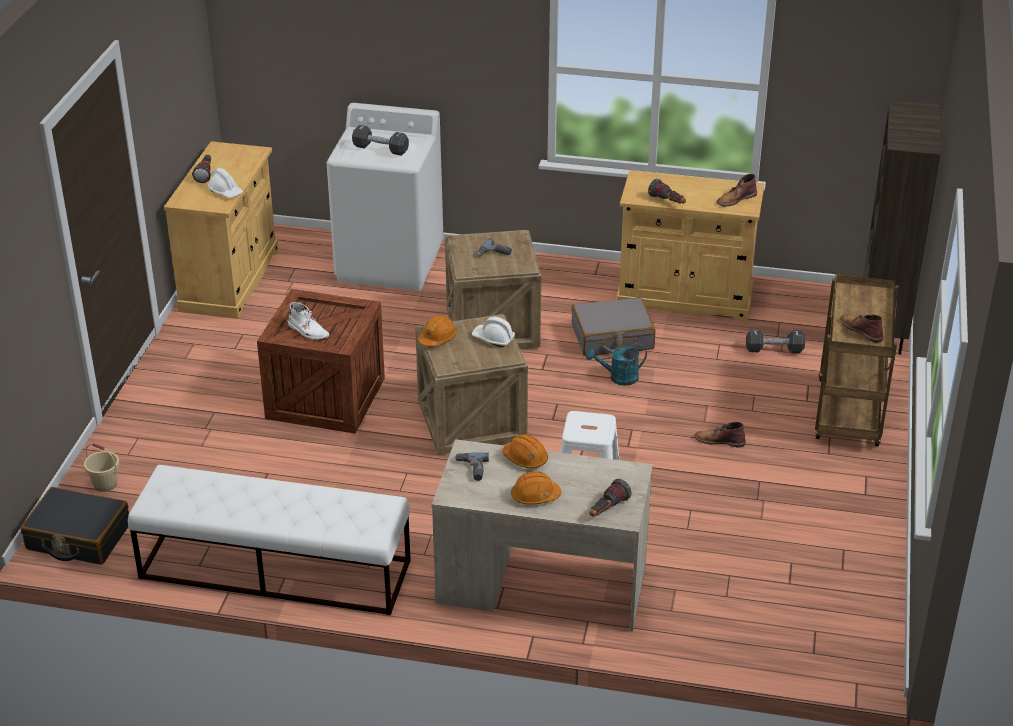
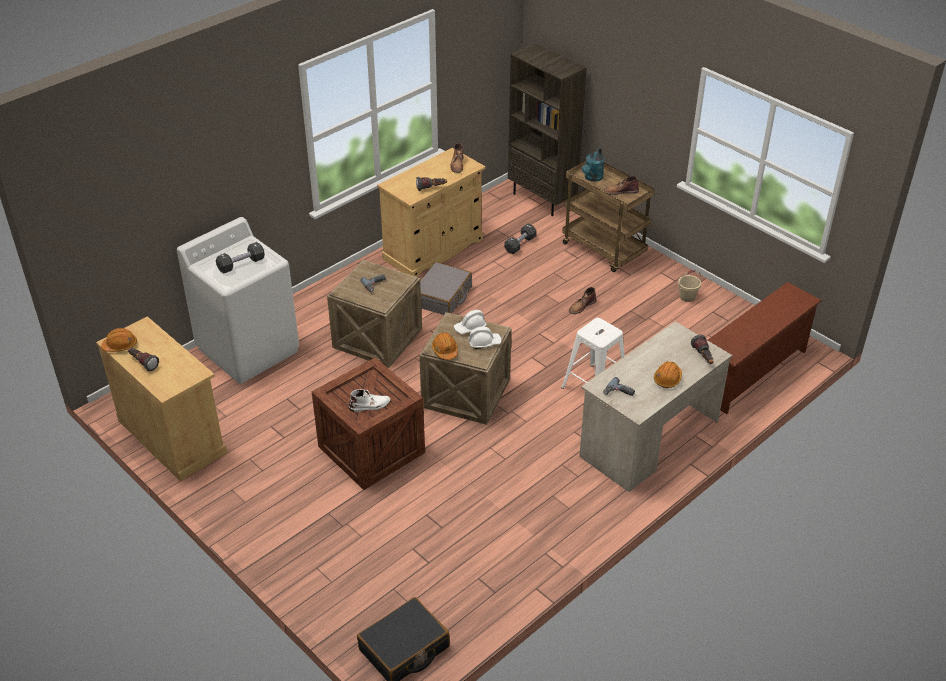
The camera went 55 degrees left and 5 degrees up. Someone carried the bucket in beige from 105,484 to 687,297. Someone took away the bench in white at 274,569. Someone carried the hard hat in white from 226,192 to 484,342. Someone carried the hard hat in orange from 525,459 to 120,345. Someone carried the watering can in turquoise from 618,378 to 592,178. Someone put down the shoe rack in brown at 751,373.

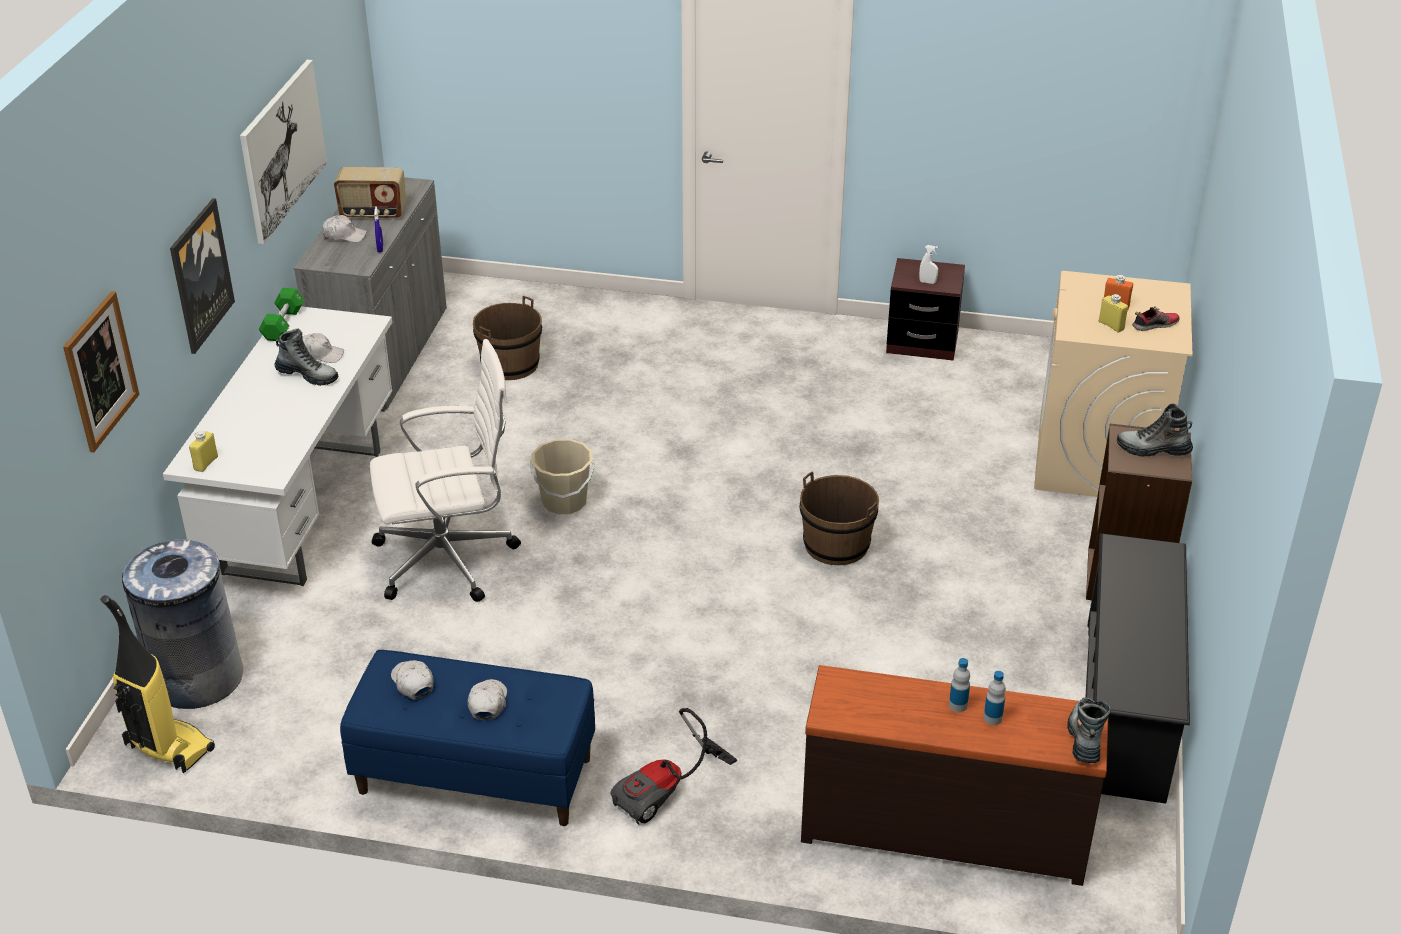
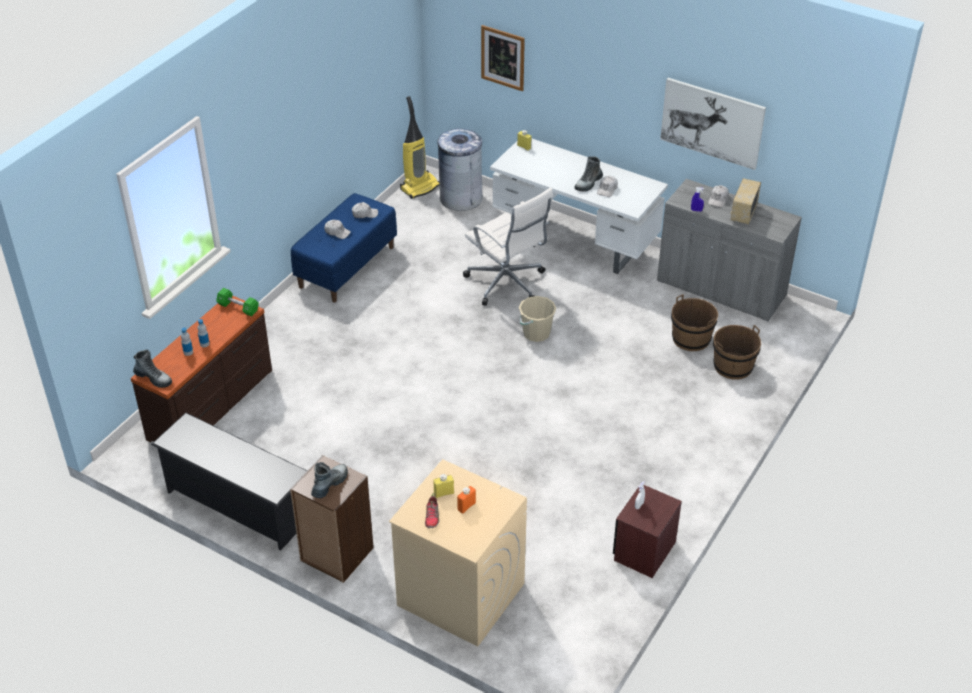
The camera went 110 degrees right and 5 degrees up. Someone took away the picture at 200,275. Someone carried the dumbbell in green from 283,324 to 238,308. Someone rotated the office chair in white at 449,559 by 45 degrees counterclockwise. Someone took away the vacuum cleaner at 668,792. Someone carried the bucket in brown from 836,545 to 733,366.

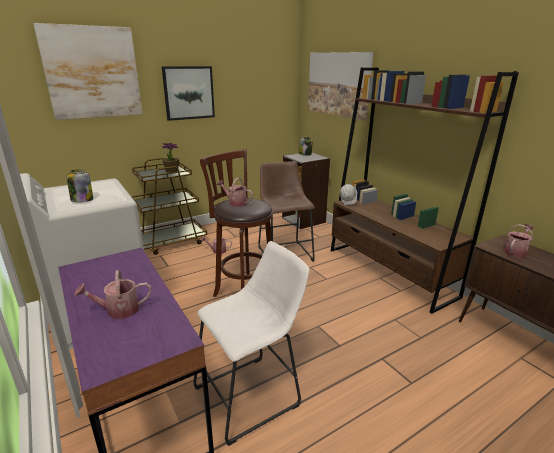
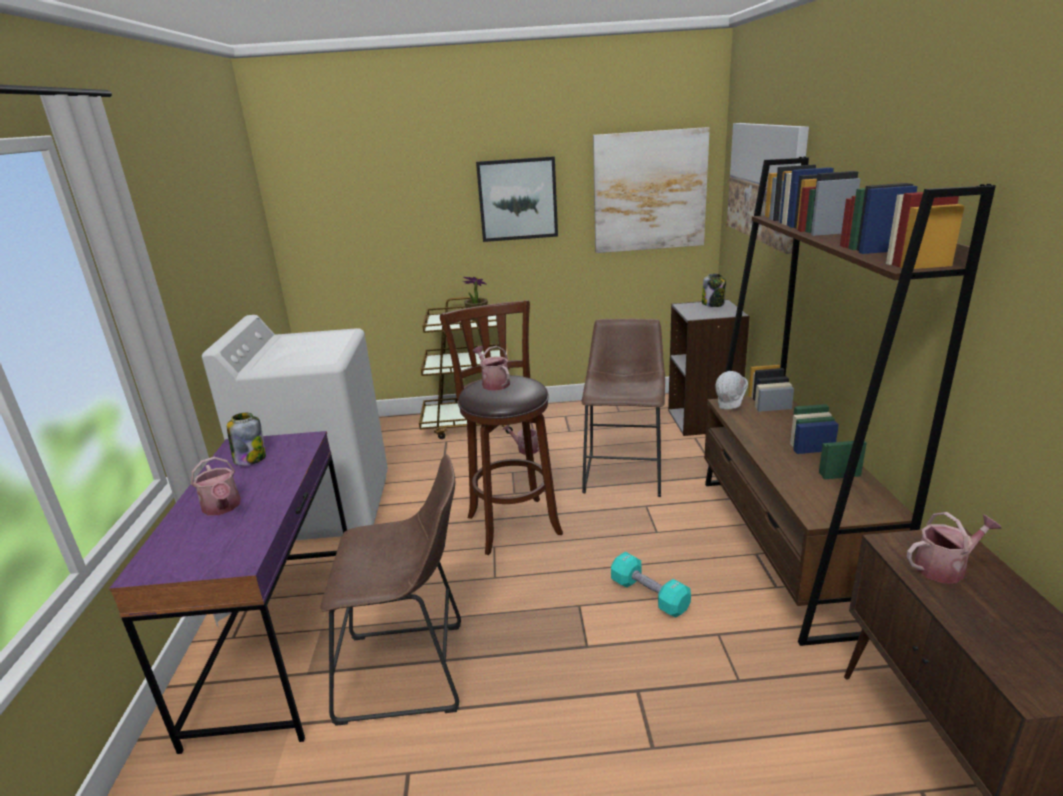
The camera went 30 degrees right and 0 degrees up. Someone carried the picture from 92,73 to 649,191. Someone carried the jar from 82,200 to 250,458. Someone rotated the watering can at 118,310 by 135 degrees counterclockwise. Someone repainted the stool in white at 252,394, which became the stool in brown at 411,672. Someone put down the dumbbell in turquoise at 649,595.

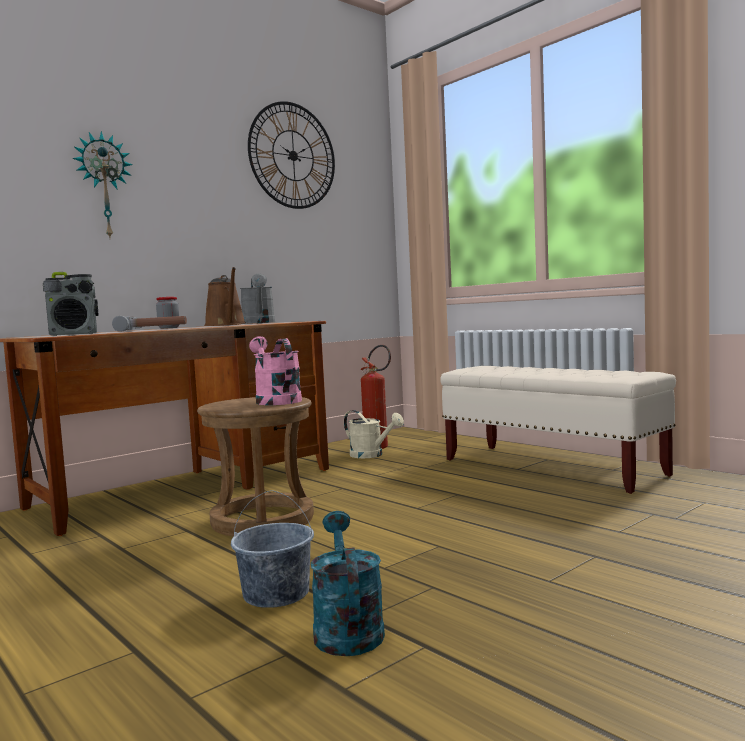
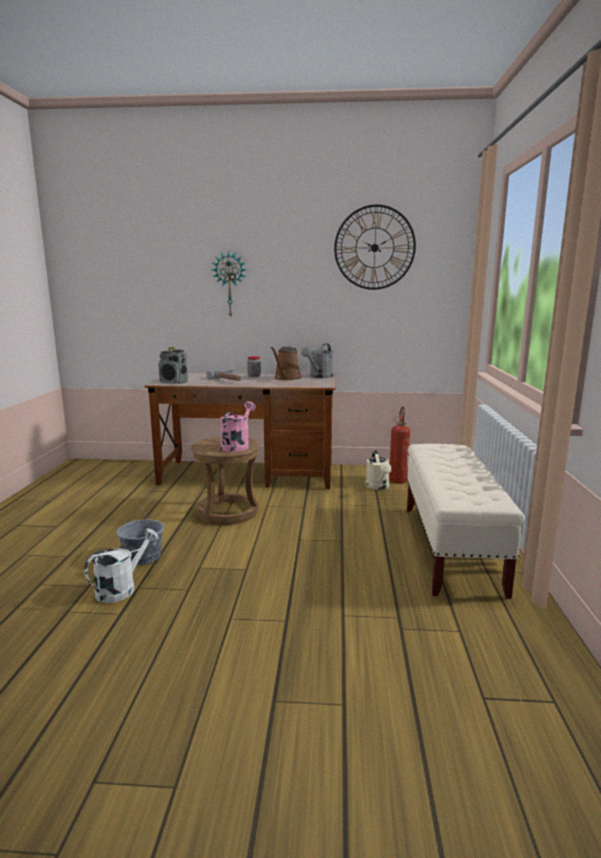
The camera went 45 degrees right and 10 degrees up. Someone repainted the watering can in turquoise at 346,629, which became the watering can in white at 121,588.

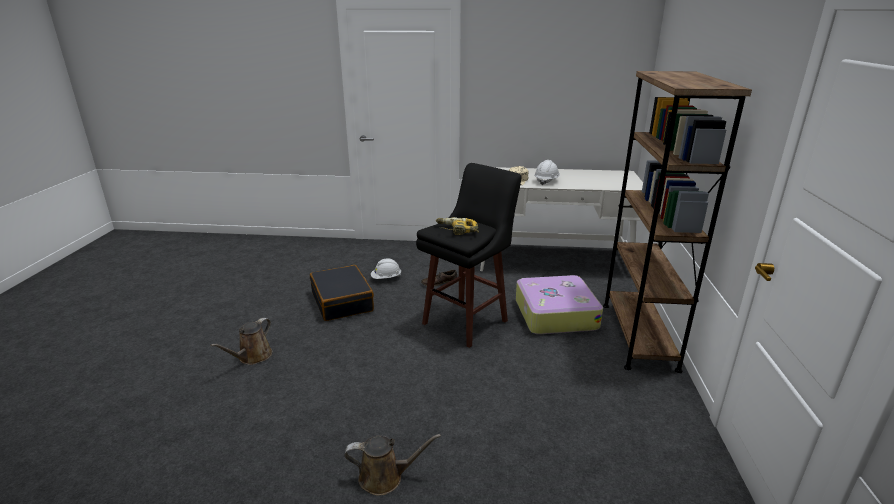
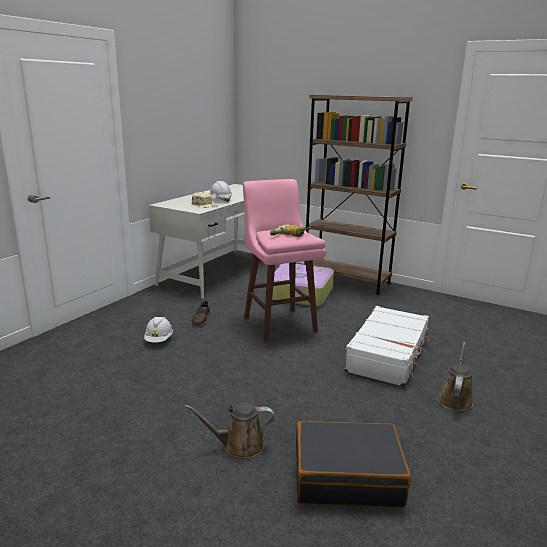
The camera went 65 degrees left and 5 degrees down. Someone rotated the watering can in brown at 253,357 by 120 degrees clockwise. Someone carried the suitcase in black from 342,301 to 347,476. Someone repainted the stool in black at 467,321, which became the stool in pink at 279,323. Someone put down the suitcase in white at 388,355.

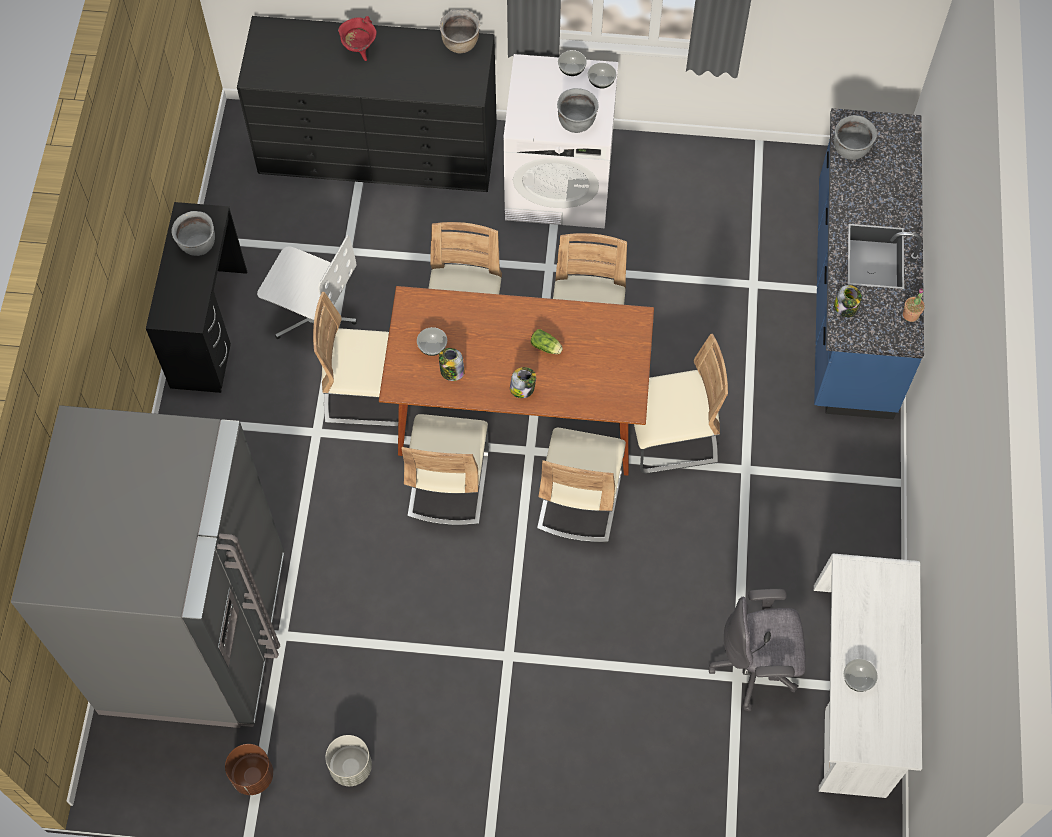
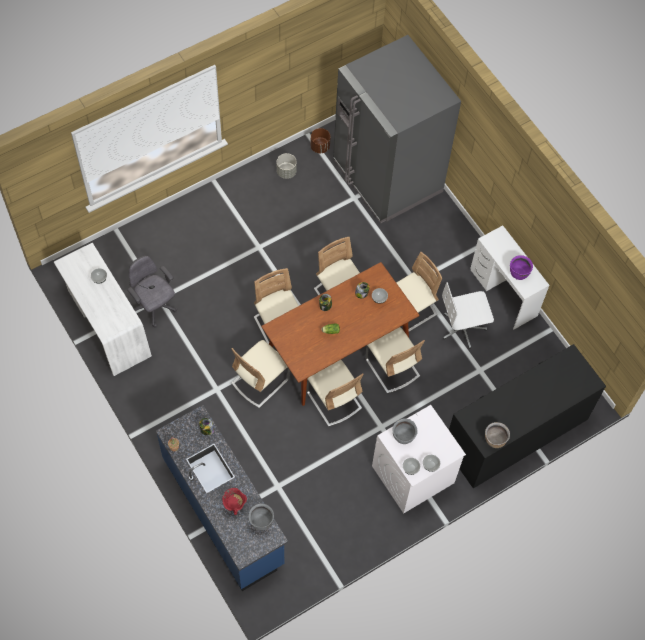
The camera went 140 degrees right and 0 degrees up. Someone repainted the desk in black at 208,328, which became the desk in white at 503,293. Someone repainted the cooking pot in grey at 198,245, which became the cooking pot in purple at 518,273. Someone carried the cooking pot in red from 359,50 to 234,505. Someone rotated the office chair in grey at 755,667 by 90 degrees counterclockwise.

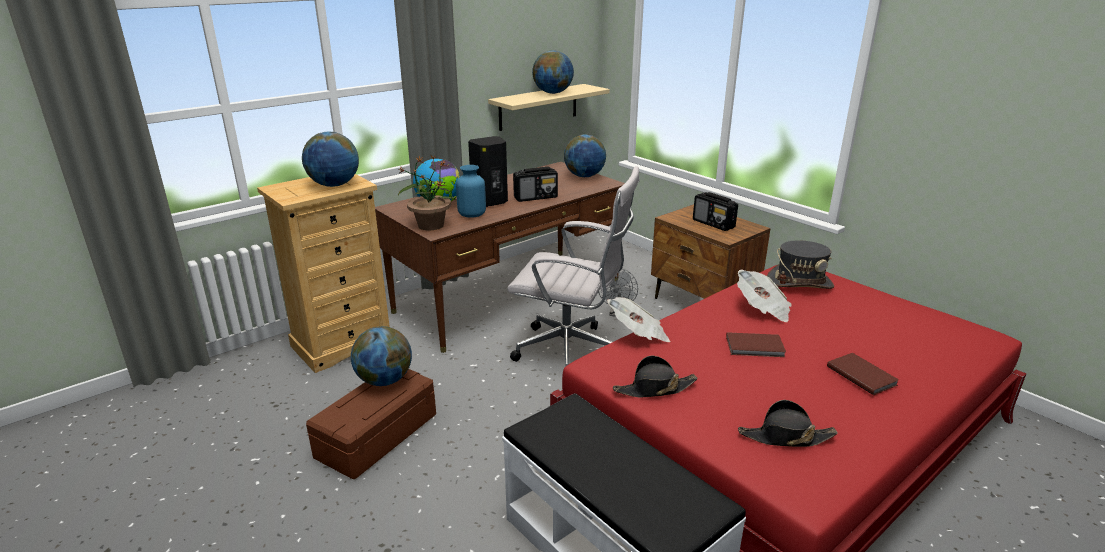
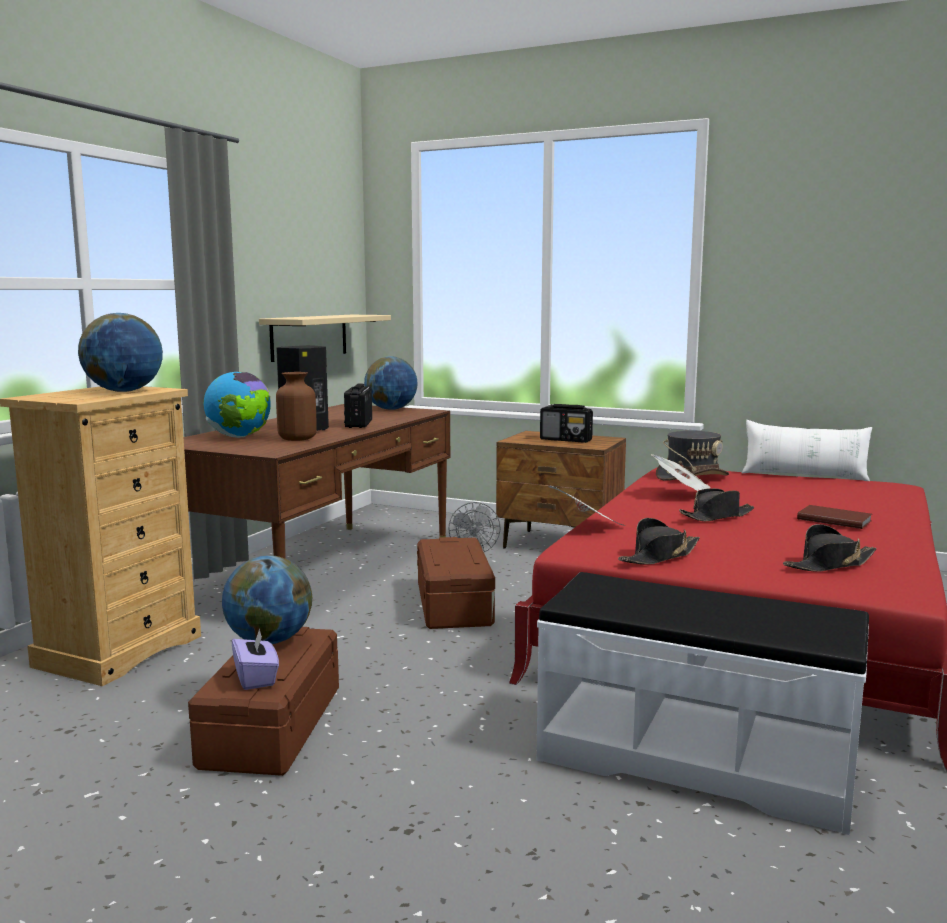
The camera went 25 degrees left and 15 degrees down. Someone took away the potted plant at 430,225. Someone repainted the vase in blue at 472,214, which became the vase in brown at 297,439. Someone swapped the office chair in white at 572,352 for the storage box in brown at 455,604. Someone rotated the radio at 536,197 by 135 degrees clockwise. Someone took away the globe at 553,93. Someone swapped the book in brown at 755,347 for the hat in black at 717,516. Someone put down the tissue box in purple at 256,678. Someone put down the pillow in white at 804,476.

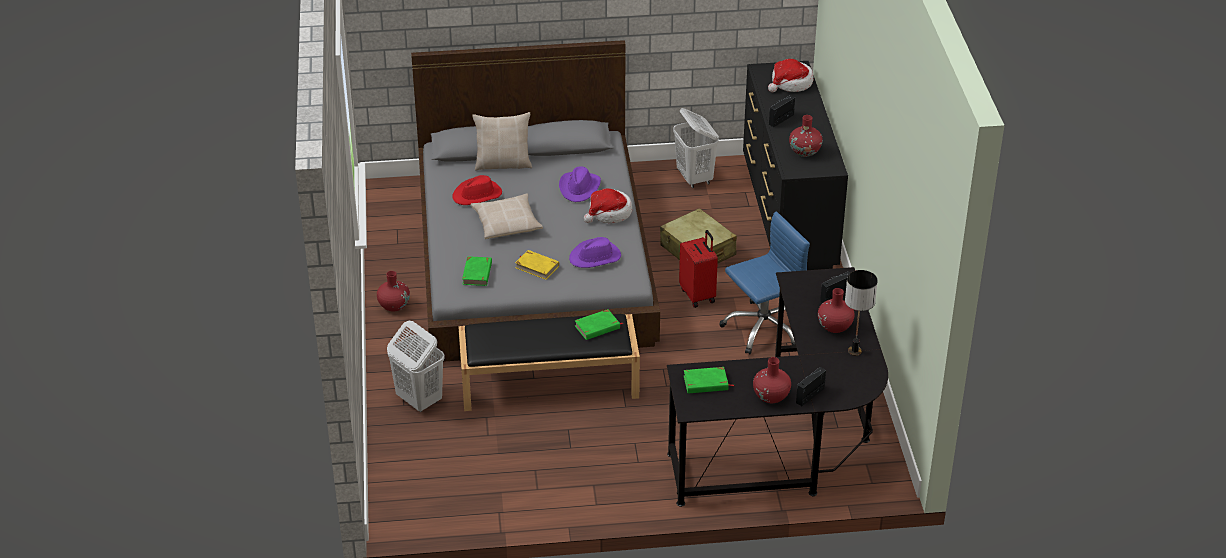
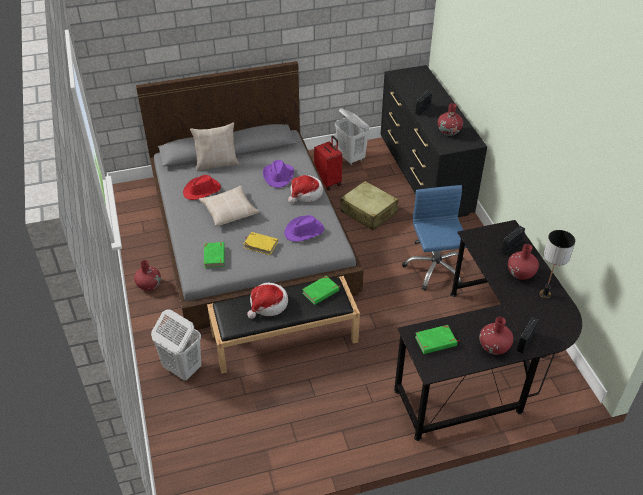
The camera went 10 degrees left and 5 degrees up. Someone carried the suitcase in red from 698,295 to 328,181. Someone rotated the office chair in blue at 763,328 by 60 degrees counterclockwise. Someone carried the hat from 791,83 to 268,304.

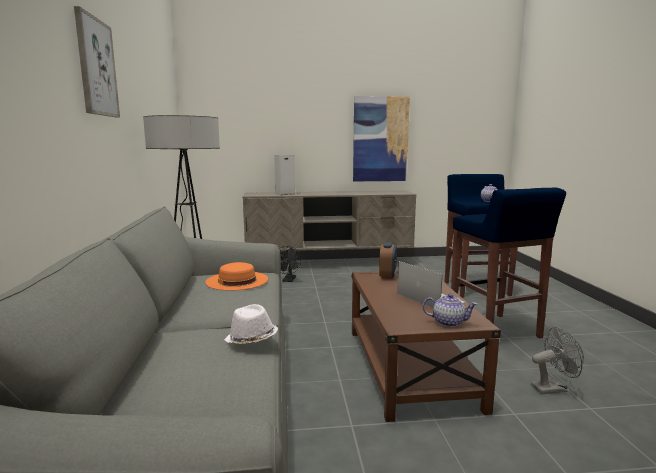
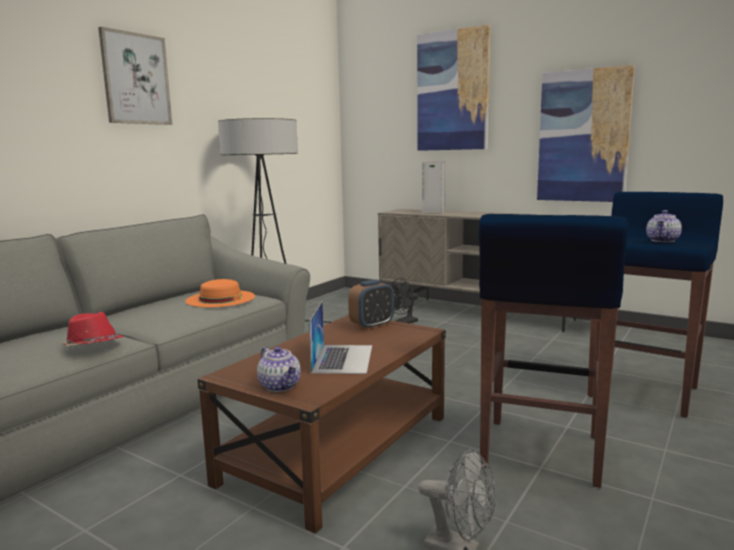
The camera went 40 degrees right and 0 degrees up. Someone repainted the hat in white at 251,339, which became the hat in red at 93,346. Someone put up the picture at 453,91.

